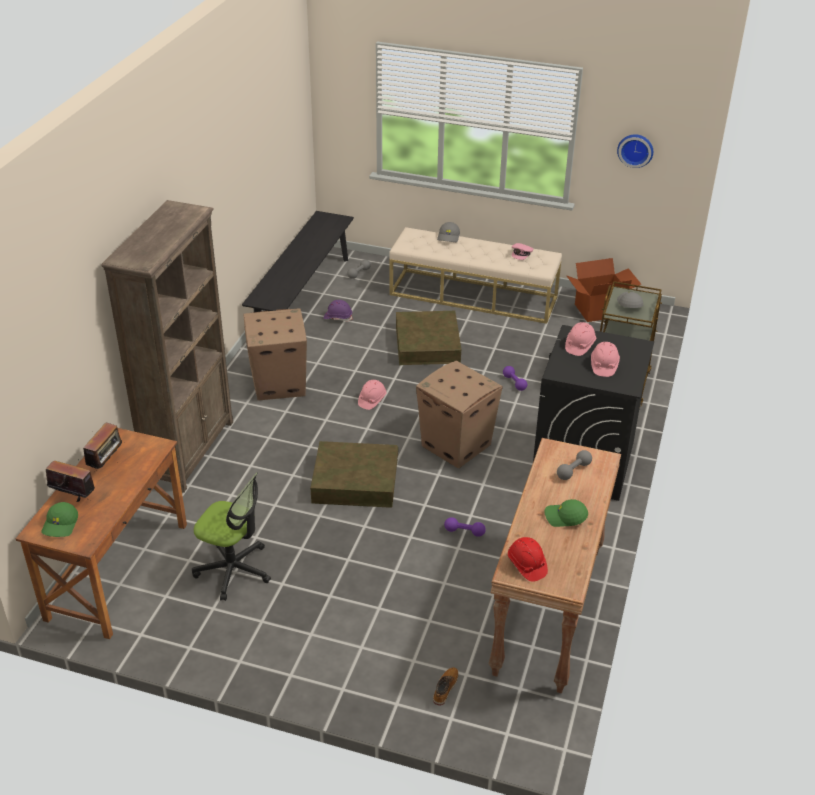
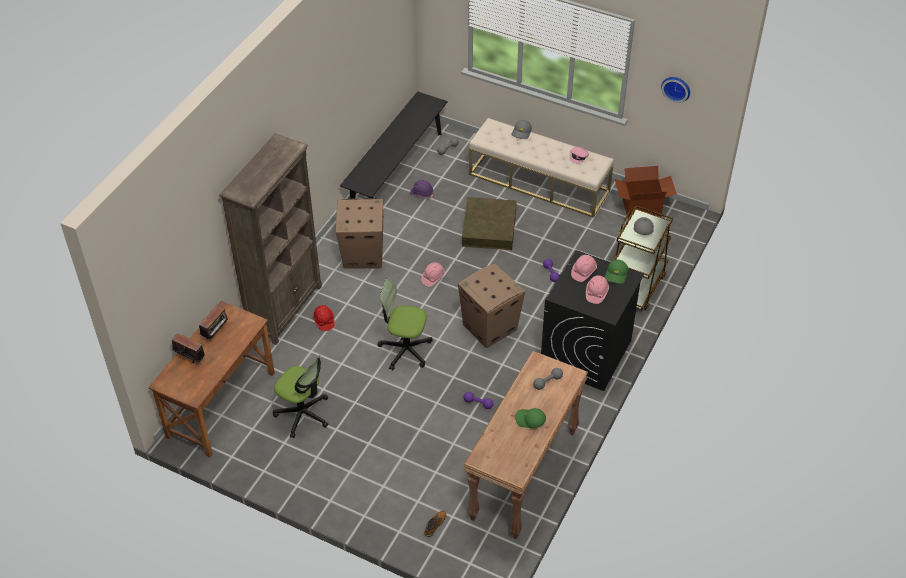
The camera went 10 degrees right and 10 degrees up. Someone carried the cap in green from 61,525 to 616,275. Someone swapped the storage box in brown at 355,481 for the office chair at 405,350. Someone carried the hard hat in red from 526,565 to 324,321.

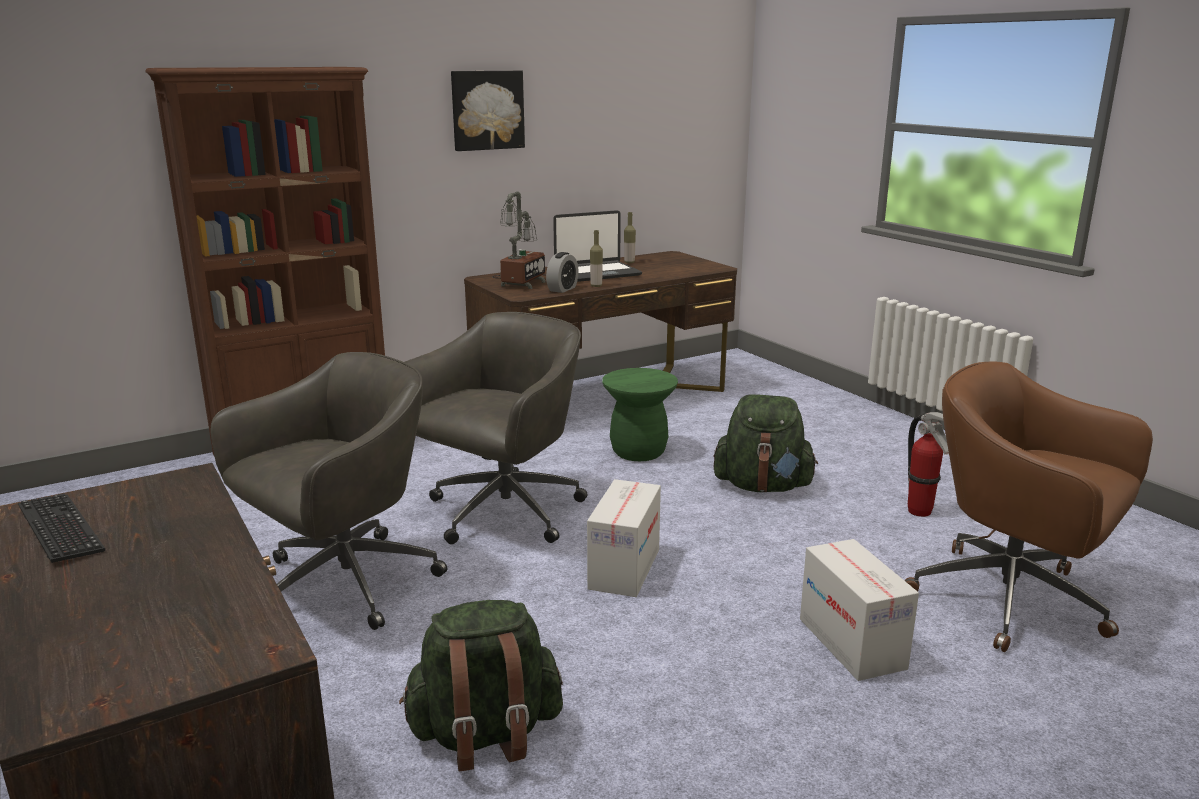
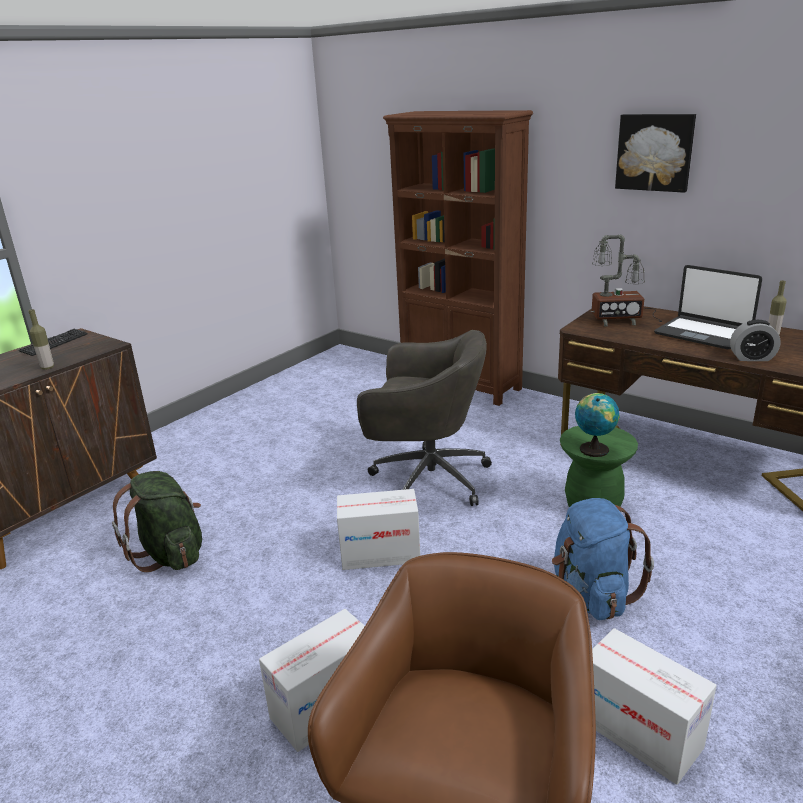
The camera went 70 degrees right and 5 degrees up. Someone took away the office chair in grey at 342,585. Someone carried the alarm clock from 562,289 to 752,358. Someone carried the bottle from 596,286 to 47,367. Someone repainted the backpack in green at 762,486, which became the backpack in blue at 592,595. Someone swapped the fire extinguisher at 920,512 for the cardboard box at 640,733. Someone put down the globe at 594,448.

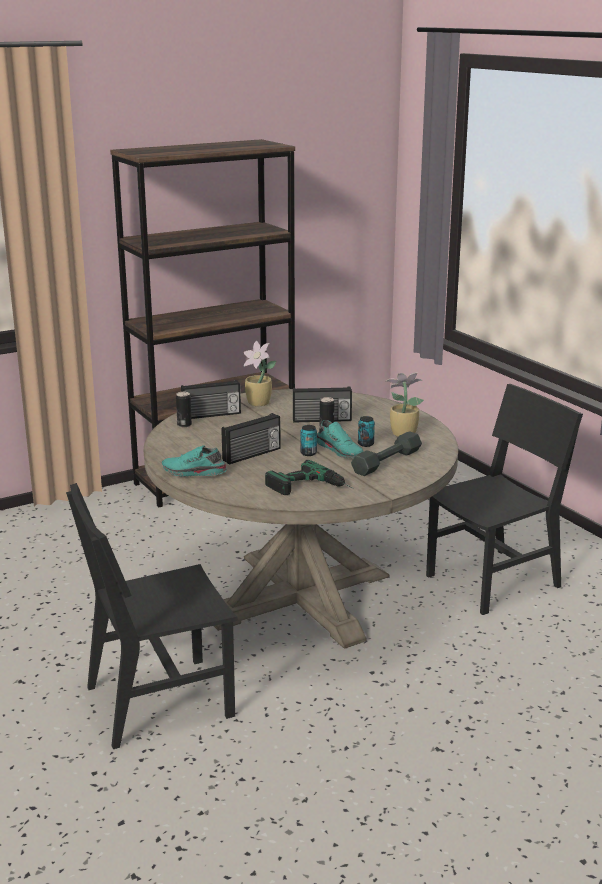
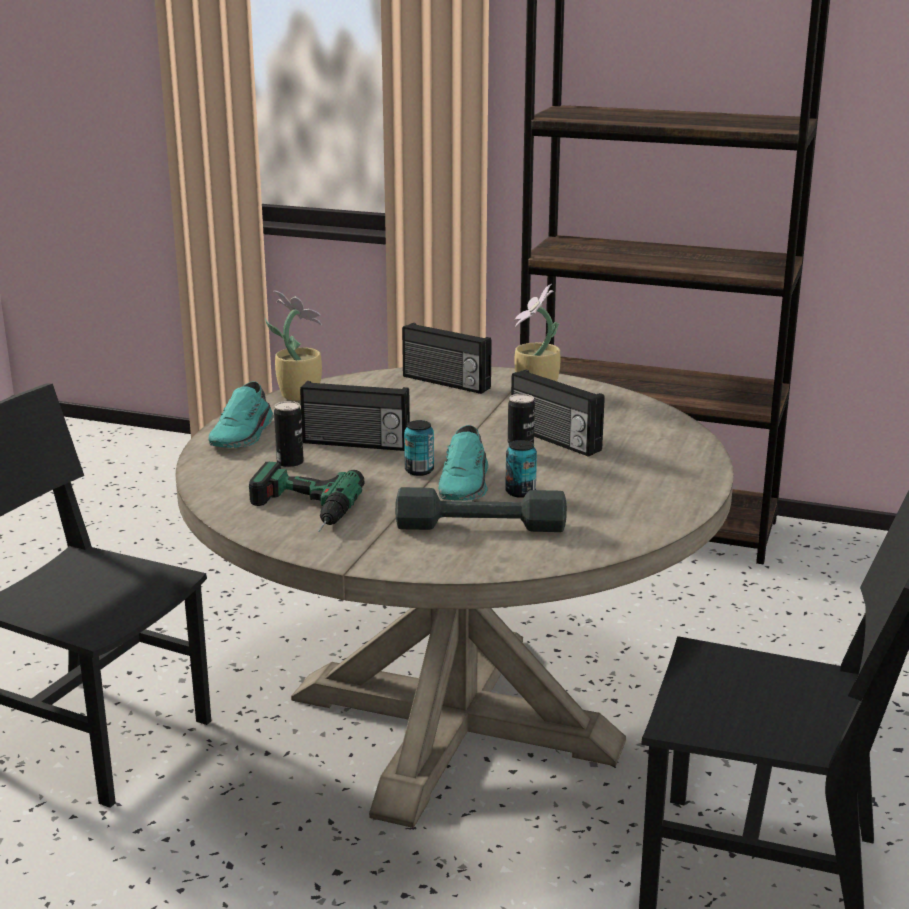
The camera went 50 degrees right and 0 degrees up. Someone rotated the shoe in turquoise at 193,473 by 135 degrees counterclockwise. Someone carried the can from 184,425 to 290,463. Someone carried the potted plant from 402,434 to 299,395.

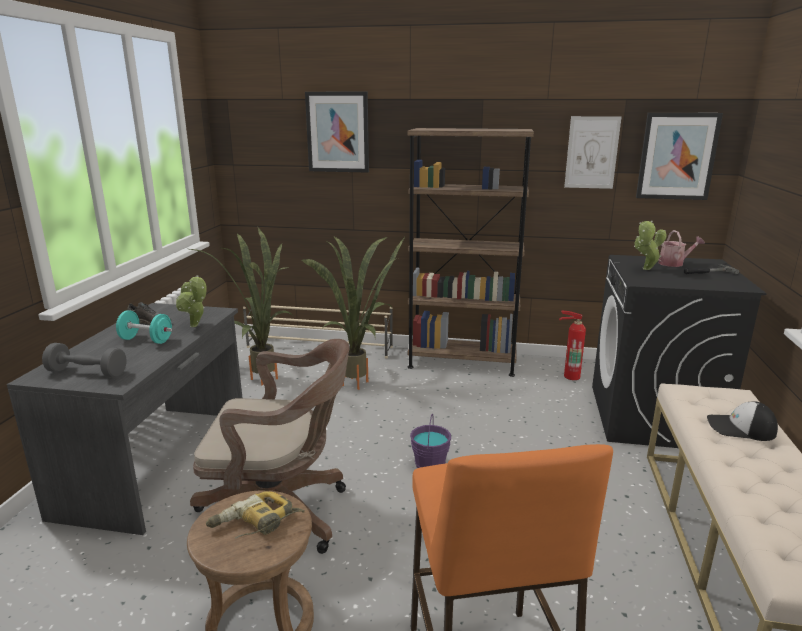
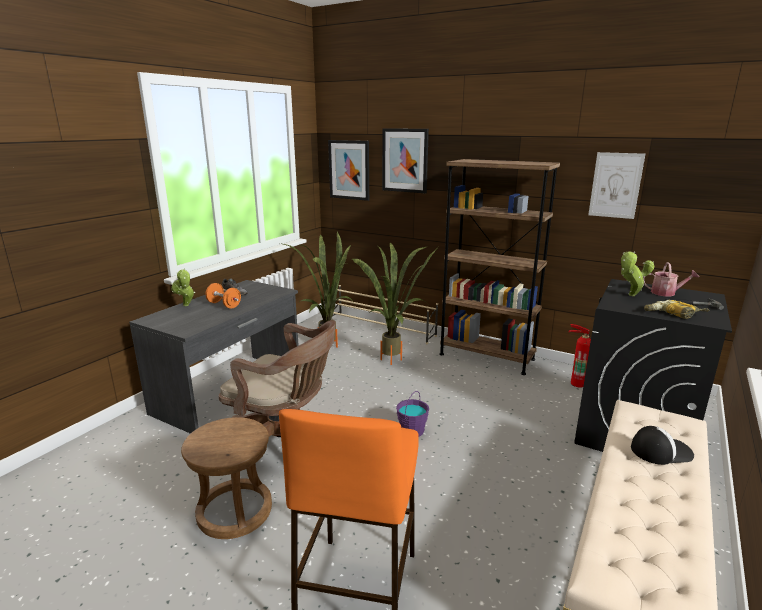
The camera went 20 degrees right and 0 degrees up. Someone took away the dumbbell in grey at 87,373. Someone repainted the dumbbell in turquoise at 146,340, which became the dumbbell in orange at 224,305. Someone carried the potted plant from 195,326 to 186,306. Someone carried the power drill from 255,524 to 673,314. Someone carried the picture from 677,156 to 349,170. Someone rotated the cap at 740,428 by 135 degrees clockwise.

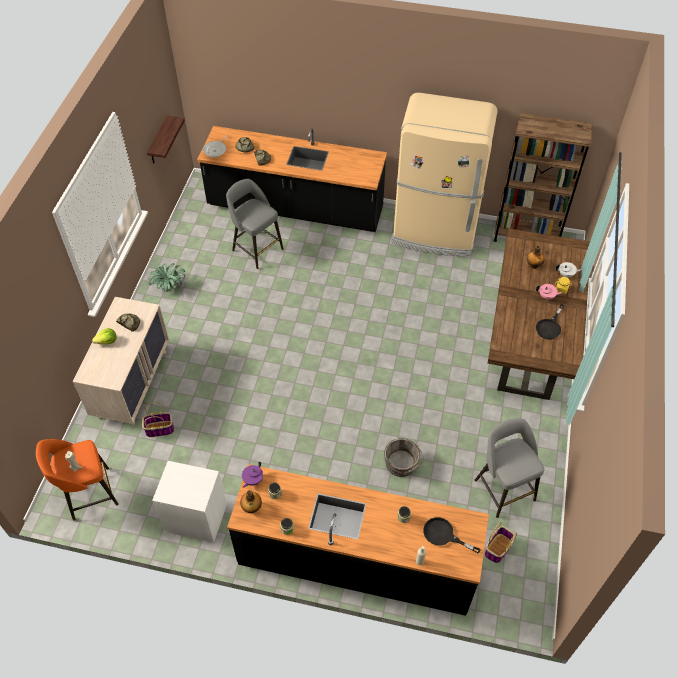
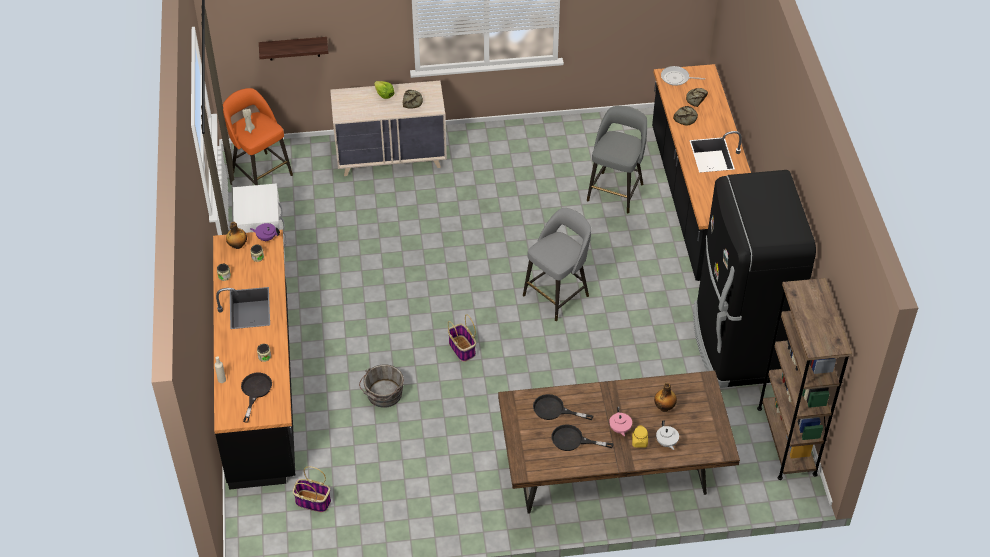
The camera went 70 degrees right and 5 degrees down. Someone carried the basket from 160,429 to 462,349. Someone carried the shelf from 158,141 to 294,48. Someone took away the potted plant at 168,286. Someone repainted the fridge in beige at 435,232, which became the fridge in black at 737,344. Someone carried the stool in grey from 503,488 to 557,294. Someone put down the frying pan in black at 554,410.

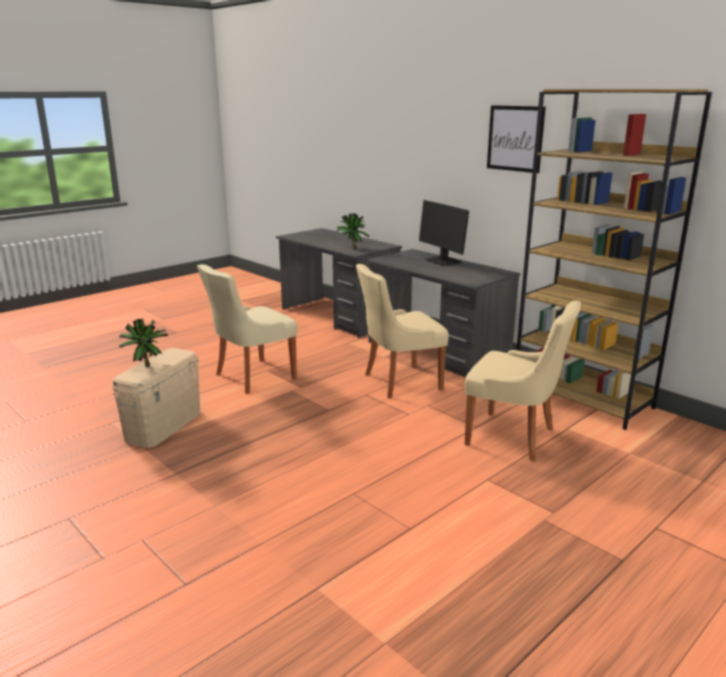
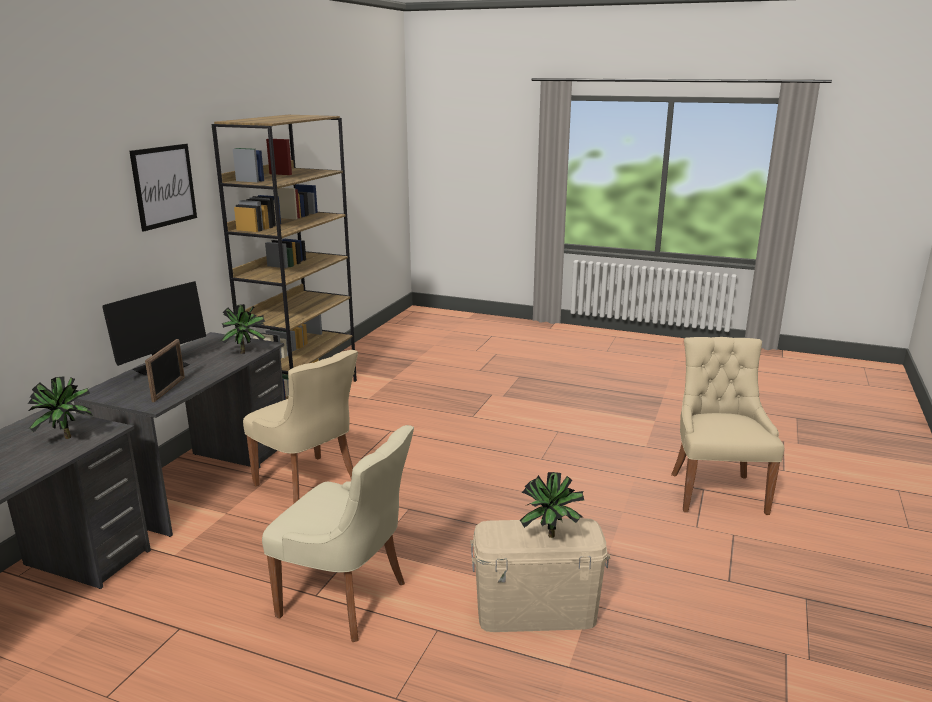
The camera went 115 degrees left and 0 degrees up. Someone carried the chair in beige from 513,437 to 716,491. Someone put down the picture frame at 169,389. Someone put down the potted plant at 246,352.

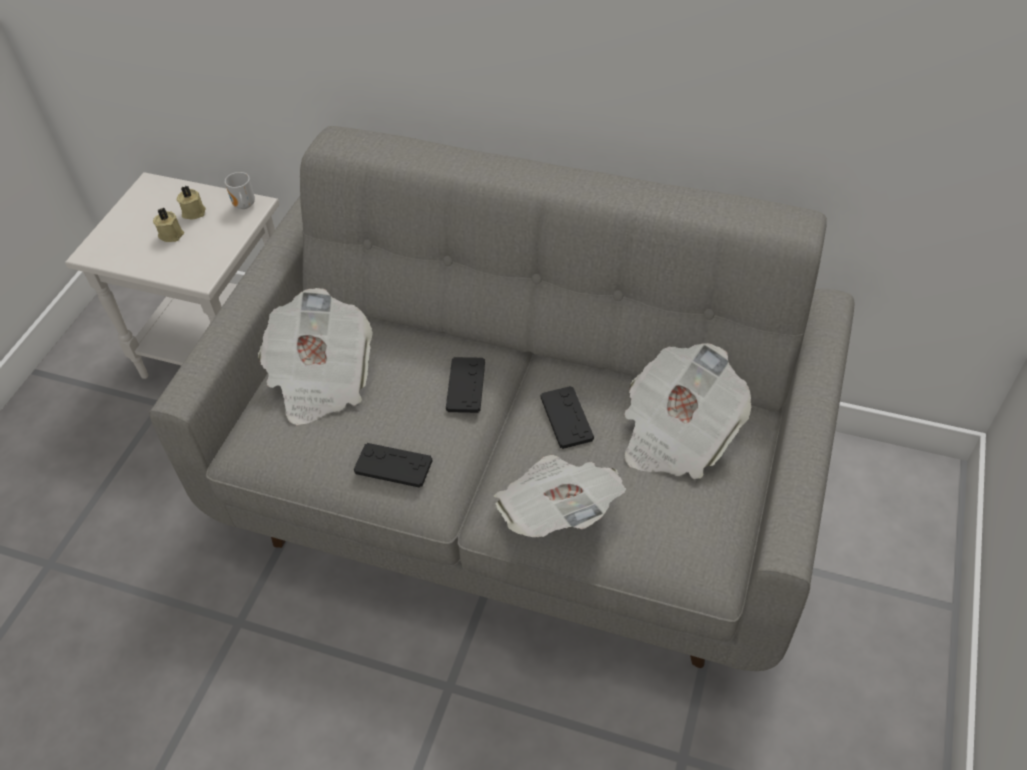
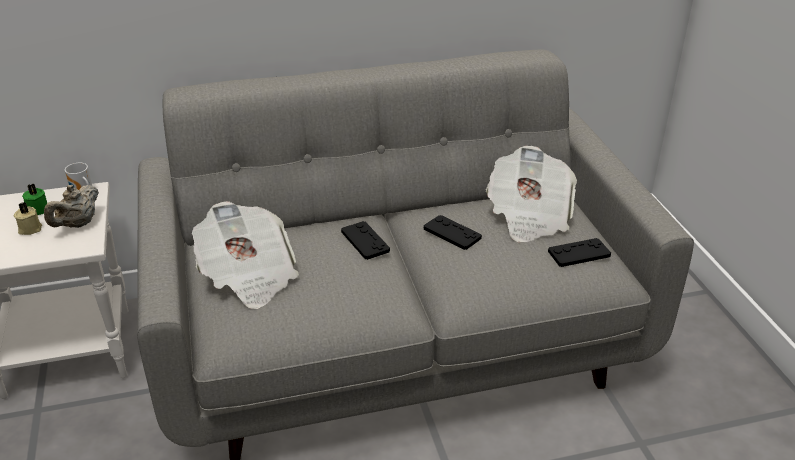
The camera went 35 degrees left and 15 degrees down. Someone repainted the candle in beige at 193,212, which became the candle in green at 37,210. Someone carried the game controller in black from 393,466 to 579,253. Someone took away the newspaper at 557,511. Someone put down the teapot in beige at 78,224.

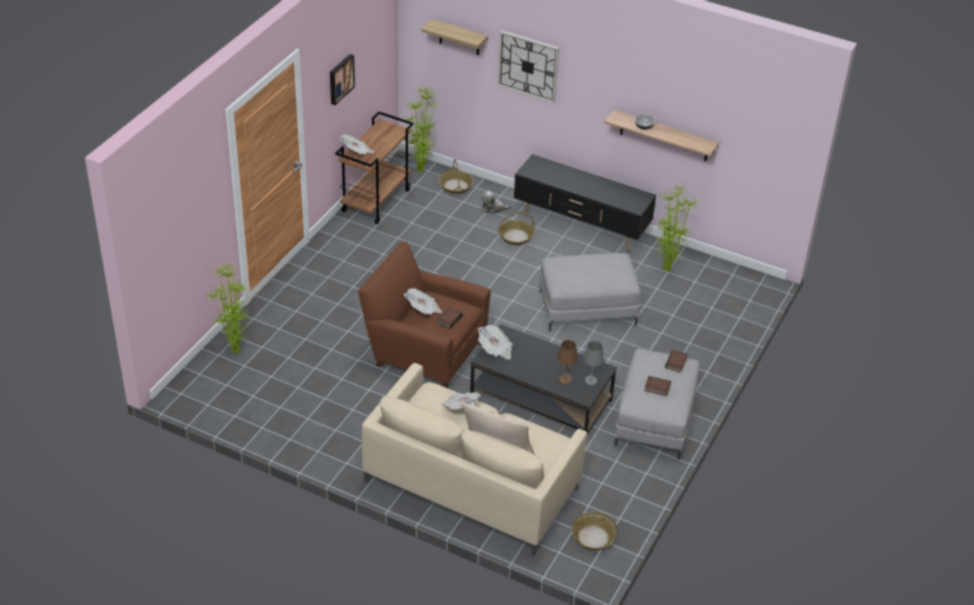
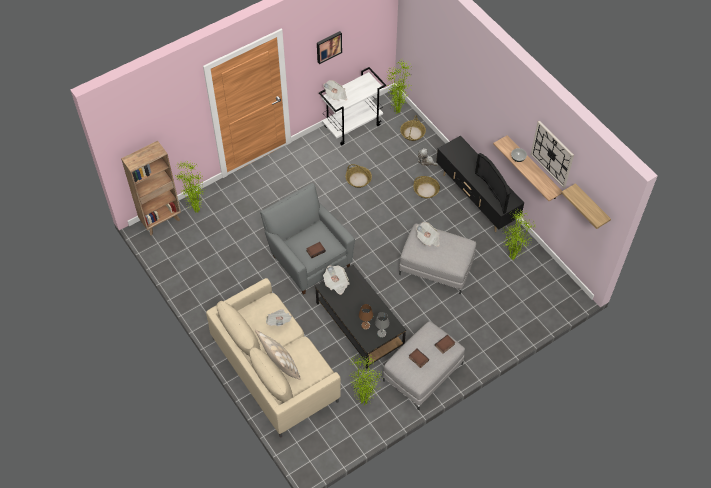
The camera went 30 degrees right and 15 degrees up. Someone repainted the cart in brown at 376,200, which became the cart in white at 353,125. Someone repainted the armchair in brown at 424,352, which became the armchair in grey at 308,258. Someone carried the newspaper from 423,310 to 428,239. Someone carried the shelf from 459,38 to 591,207. Someone carried the wall clock from 528,66 to 552,154. Someone carried the basket from 593,537 to 358,179. Someone put down the bookcase in brown at 161,220. Someone put down the potted plant at 364,401. Someone put down the television at 496,191.

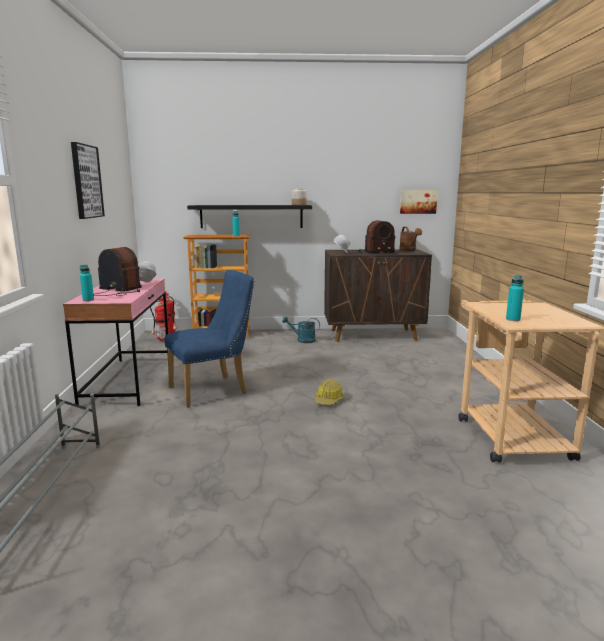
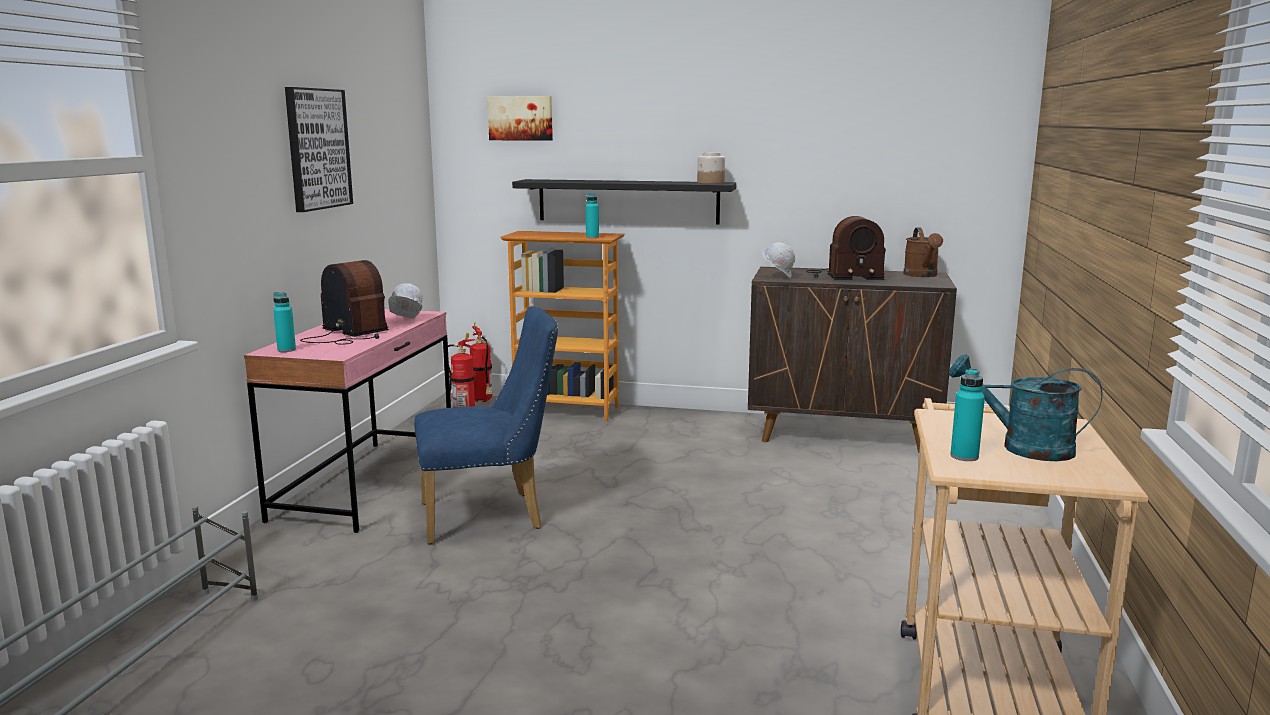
The camera went 15 degrees right and 0 degrees up. Someone carried the watering can in turquoise from 302,340 to 1023,447. Someone took away the hard hat at 329,400. Someone carried the picture from 418,201 to 521,118.

